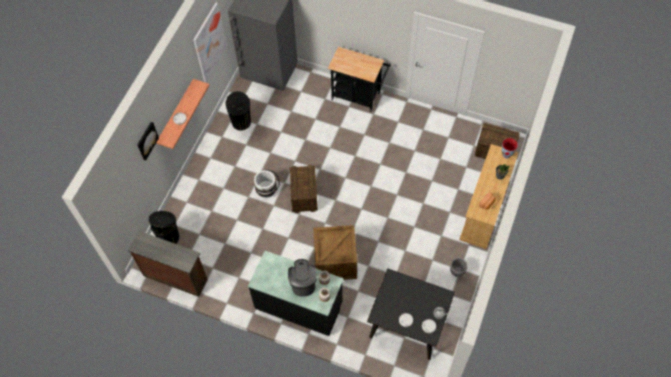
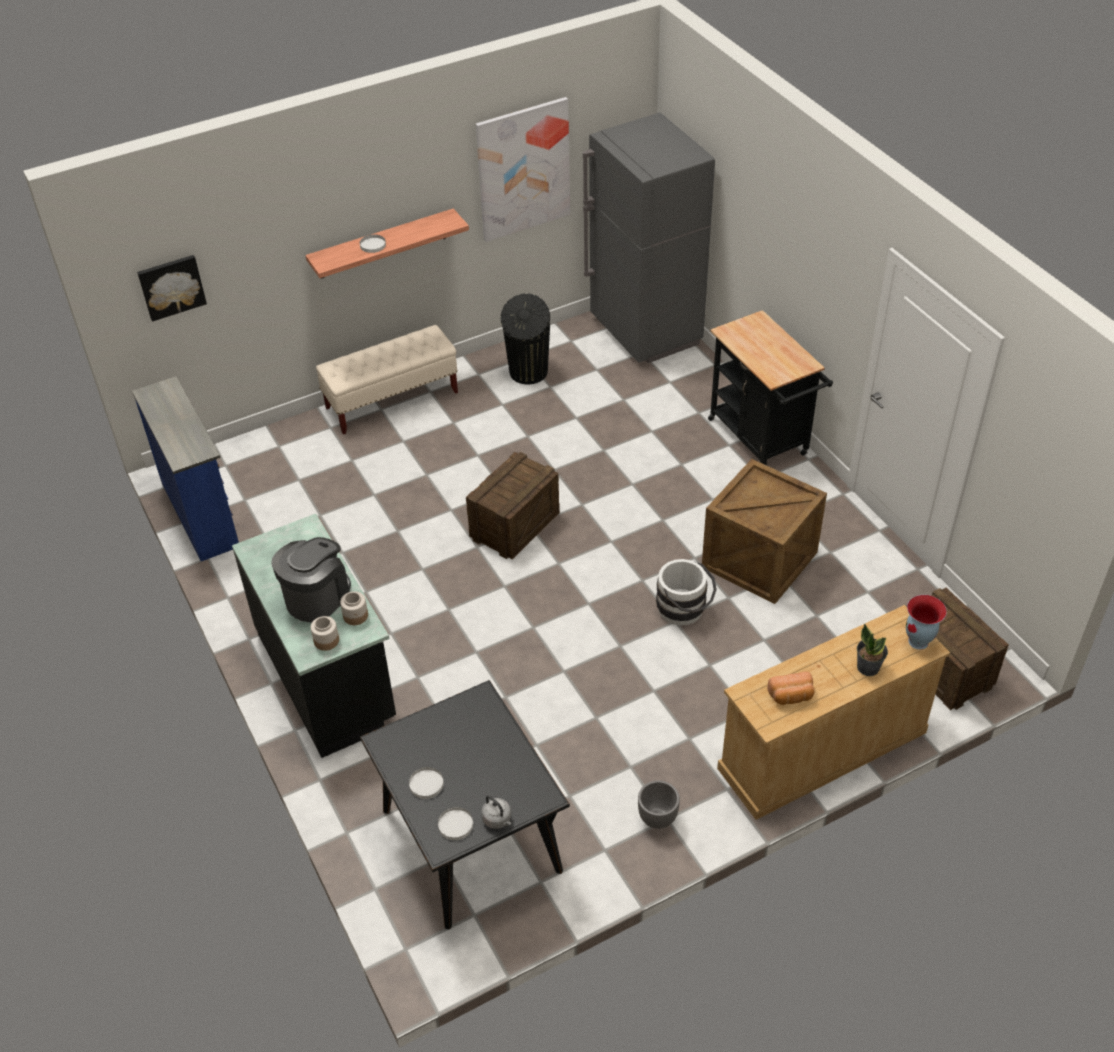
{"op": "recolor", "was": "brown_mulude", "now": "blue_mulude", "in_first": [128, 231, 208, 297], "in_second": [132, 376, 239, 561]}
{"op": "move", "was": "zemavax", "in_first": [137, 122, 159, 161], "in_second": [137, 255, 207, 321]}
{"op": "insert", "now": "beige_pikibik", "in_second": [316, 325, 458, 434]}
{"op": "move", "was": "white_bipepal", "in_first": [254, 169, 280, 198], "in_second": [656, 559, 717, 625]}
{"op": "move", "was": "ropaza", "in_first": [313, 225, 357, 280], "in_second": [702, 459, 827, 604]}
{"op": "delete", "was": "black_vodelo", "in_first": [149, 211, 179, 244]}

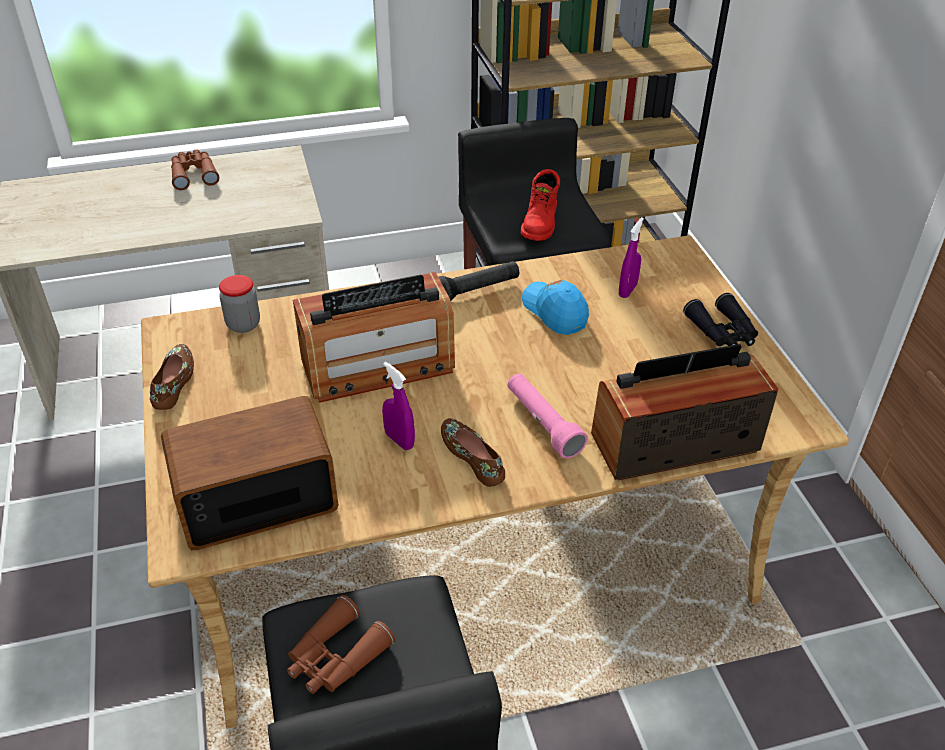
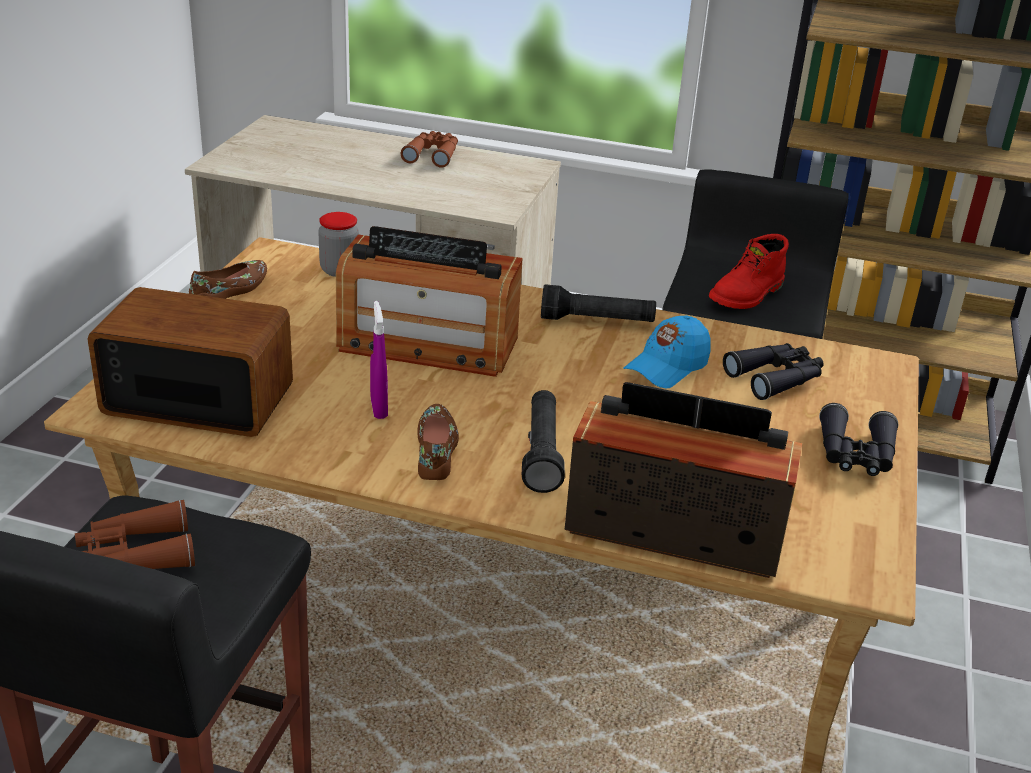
{"op": "recolor", "was": "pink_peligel", "now": "black_peligel", "in_first": [508, 374, 588, 459], "in_second": [522, 390, 565, 493]}
{"op": "rotate", "was": "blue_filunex", "in_first": [522, 280, 589, 335], "in_second": [623, 316, 711, 388], "clockwise": -135}
{"op": "replace", "was": "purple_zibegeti", "now": "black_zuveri", "in_first": [619, 217, 644, 298], "in_second": [723, 343, 824, 400]}

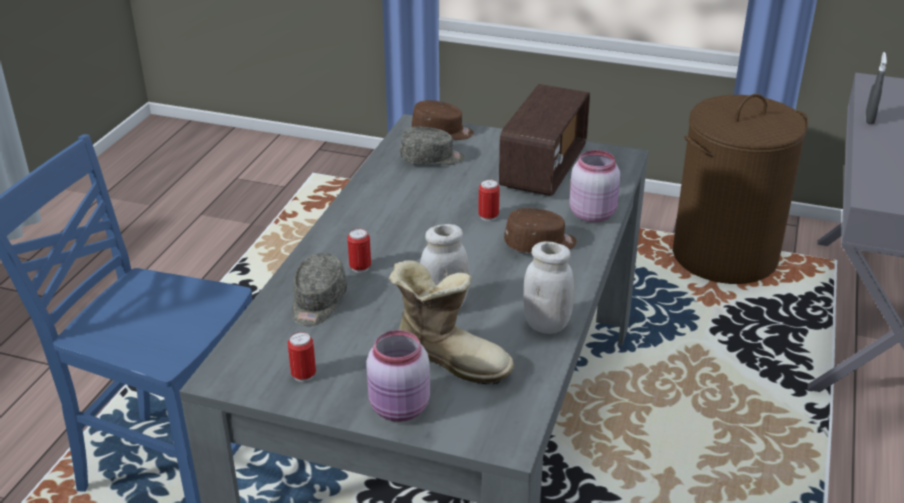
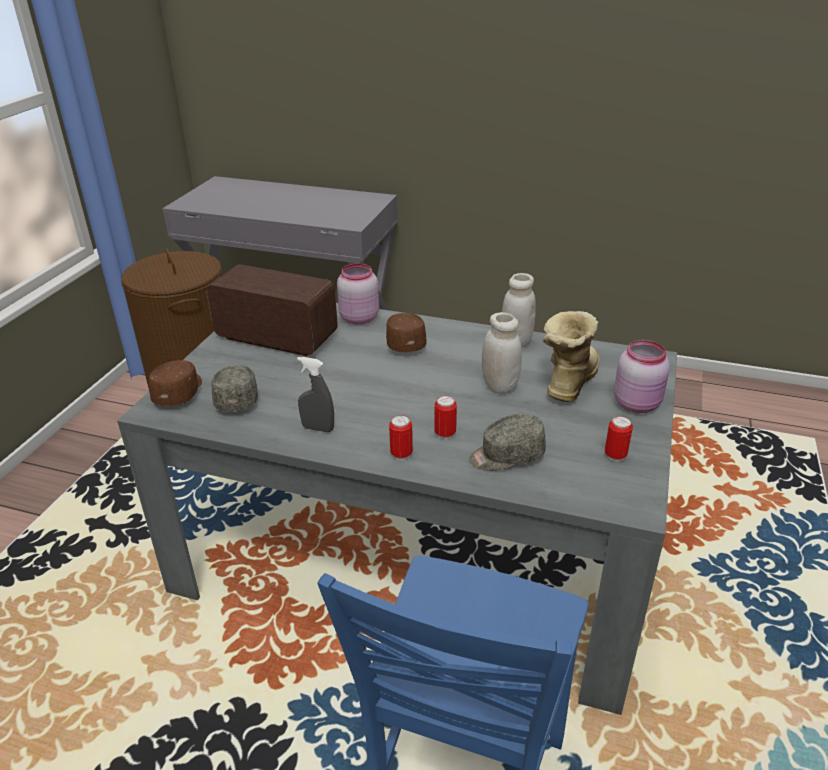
{"op": "move", "was": "grey_zibegeti", "in_first": [865, 52, 887, 124], "in_second": [297, 357, 334, 433]}
{"op": "move", "was": "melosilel", "in_first": [478, 179, 500, 221], "in_second": [389, 415, 413, 460]}
{"op": "rotate", "was": "grey_filunex", "in_first": [292, 253, 347, 326], "in_second": [469, 414, 546, 471], "clockwise": 150}

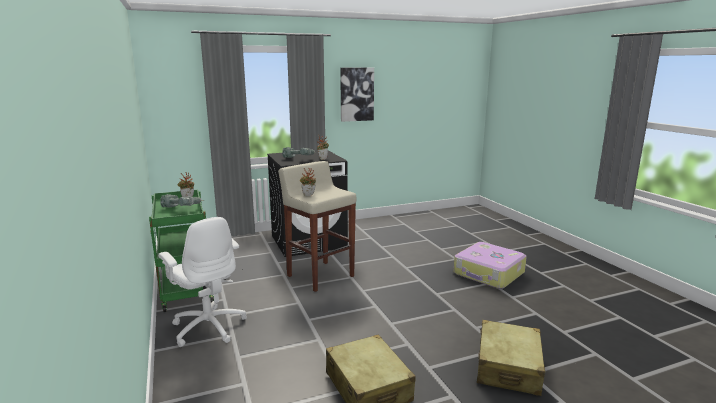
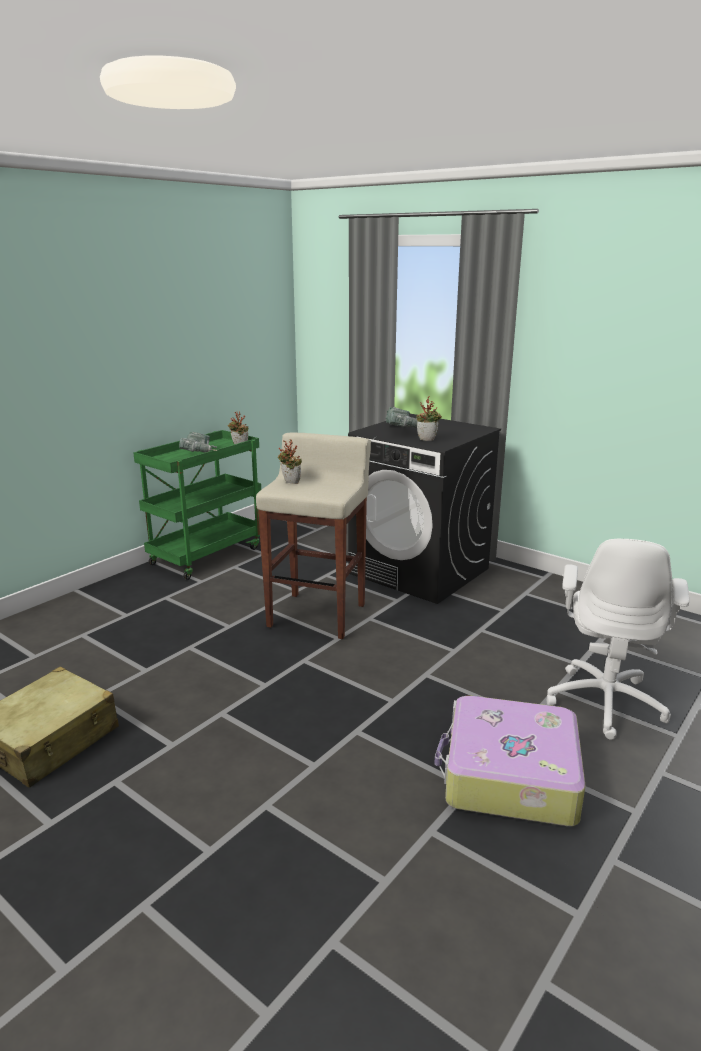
{"op": "move", "was": "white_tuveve", "in_first": [158, 217, 247, 347], "in_second": [546, 539, 689, 740]}
{"op": "delete", "was": "zemavax", "in_first": [340, 68, 374, 122]}
{"op": "delete", "was": "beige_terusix", "in_first": [477, 320, 545, 396]}

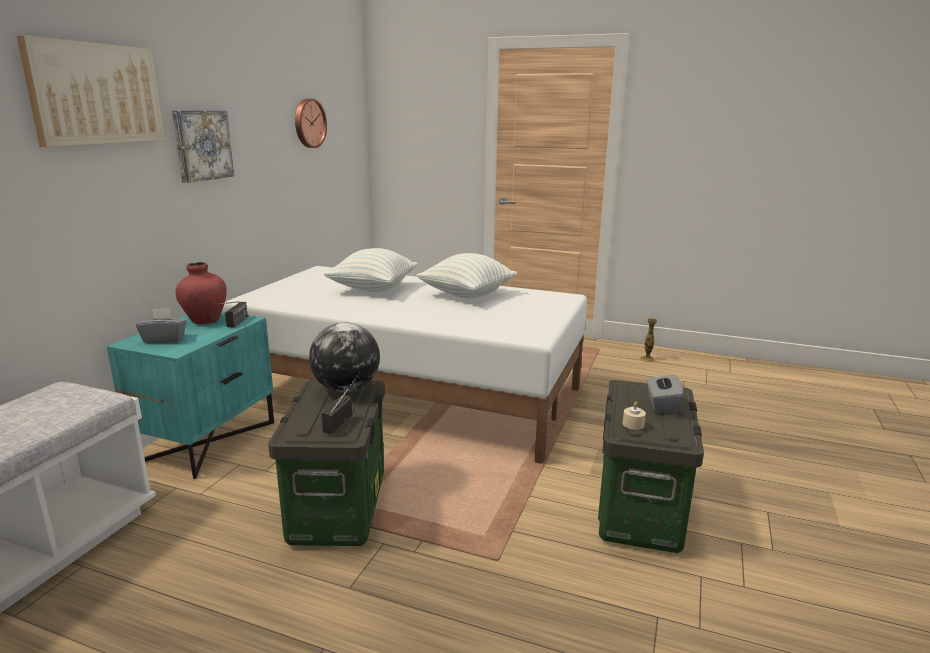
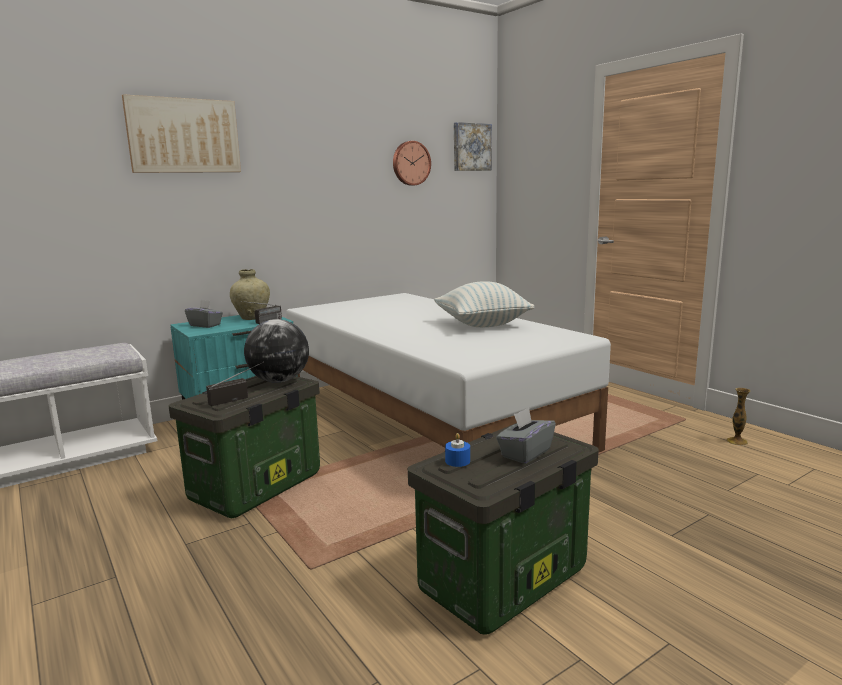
{"op": "recolor", "was": "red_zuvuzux", "now": "beige_zuvuzux", "in_first": [176, 262, 227, 324], "in_second": [230, 269, 270, 320]}
{"op": "recolor", "was": "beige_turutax", "now": "blue_turutax", "in_first": [623, 402, 646, 430], "in_second": [445, 433, 470, 467]}
{"op": "move", "was": "zemavax", "in_first": [172, 110, 234, 183], "in_second": [454, 122, 492, 171]}
{"op": "delete", "was": "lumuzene", "in_first": [324, 248, 418, 292]}

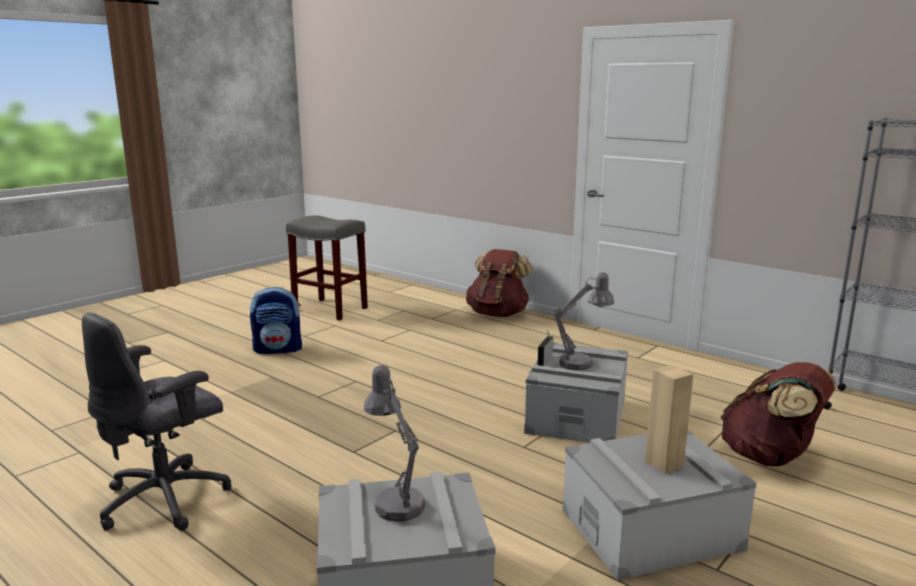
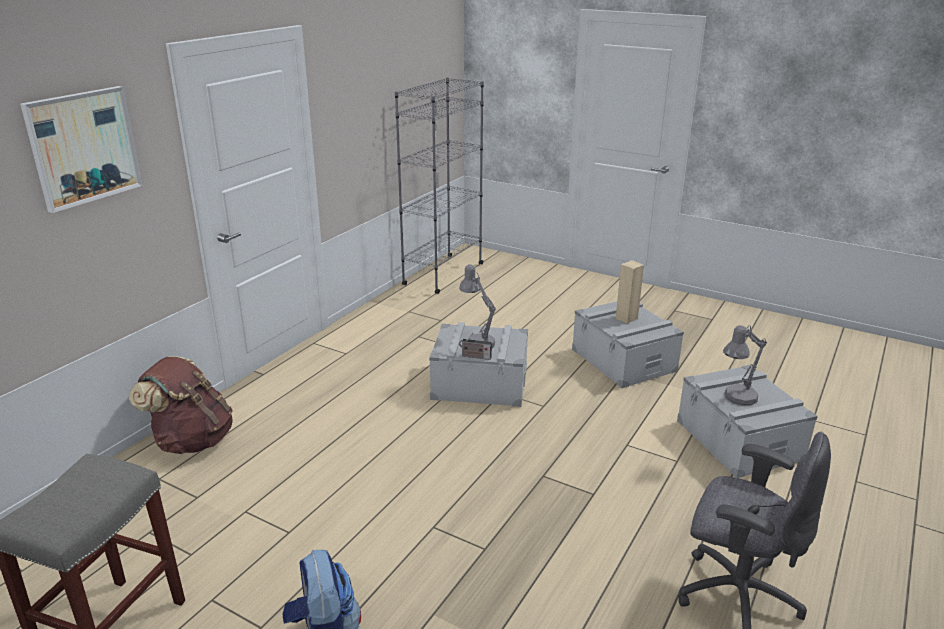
{"op": "insert", "now": "zemavax", "in_second": [20, 86, 142, 213]}
{"op": "delete", "was": "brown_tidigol", "in_first": [721, 362, 835, 466]}

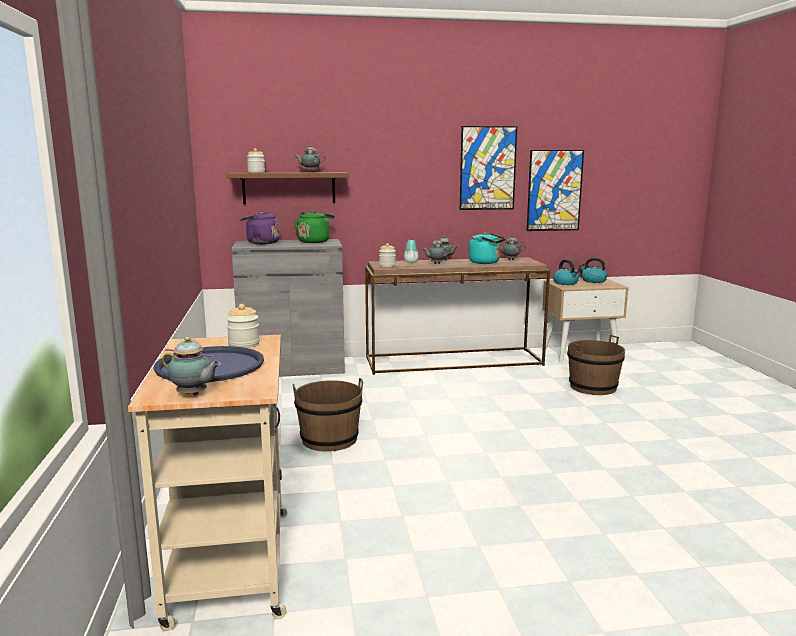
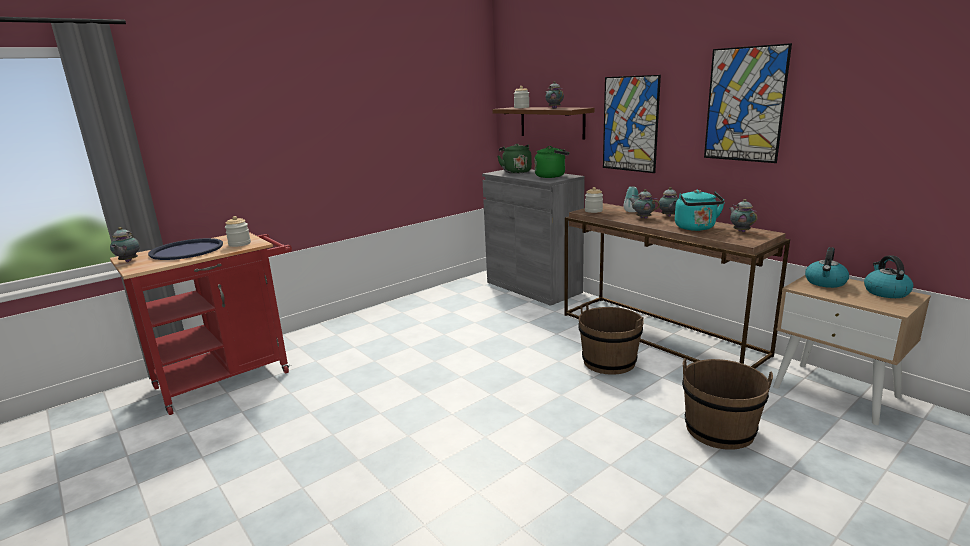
{"op": "recolor", "was": "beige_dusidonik", "now": "red_dusidonik", "in_first": [128, 335, 287, 631], "in_second": [110, 232, 292, 415]}
{"op": "recolor", "was": "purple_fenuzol", "now": "green_fenuzol", "in_first": [240, 211, 280, 244], "in_second": [497, 144, 532, 174]}
{"op": "move", "was": "brown_bipepal", "in_first": [293, 378, 363, 452], "in_second": [578, 302, 644, 374]}
{"op": "move", "was": "zemavax", "in_first": [527, 150, 584, 231], "in_second": [603, 75, 661, 173]}

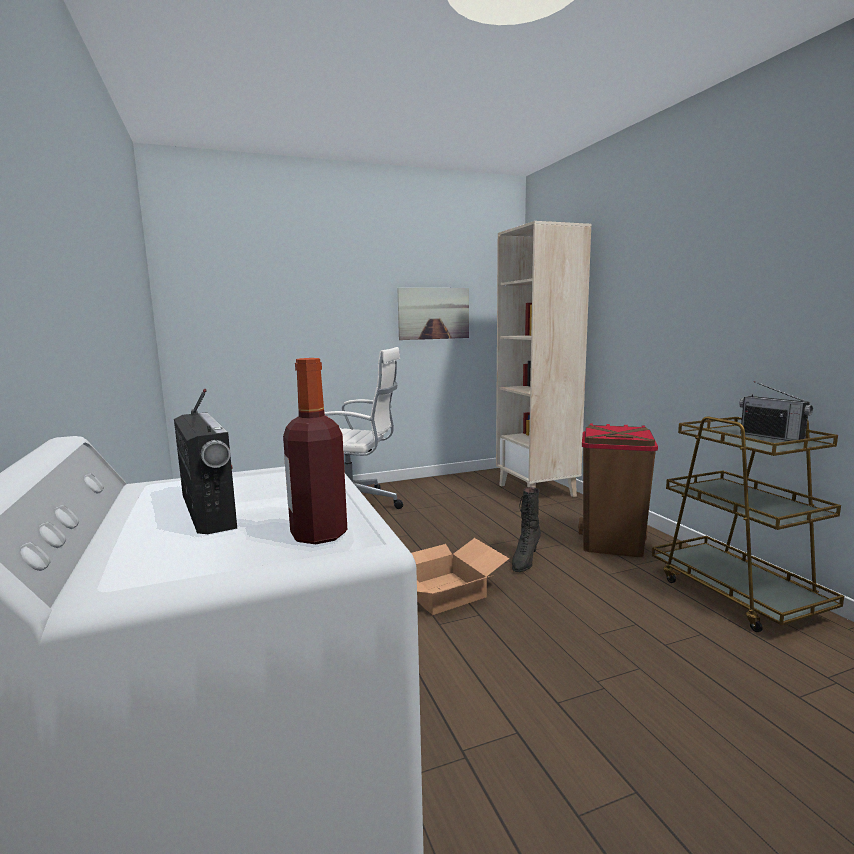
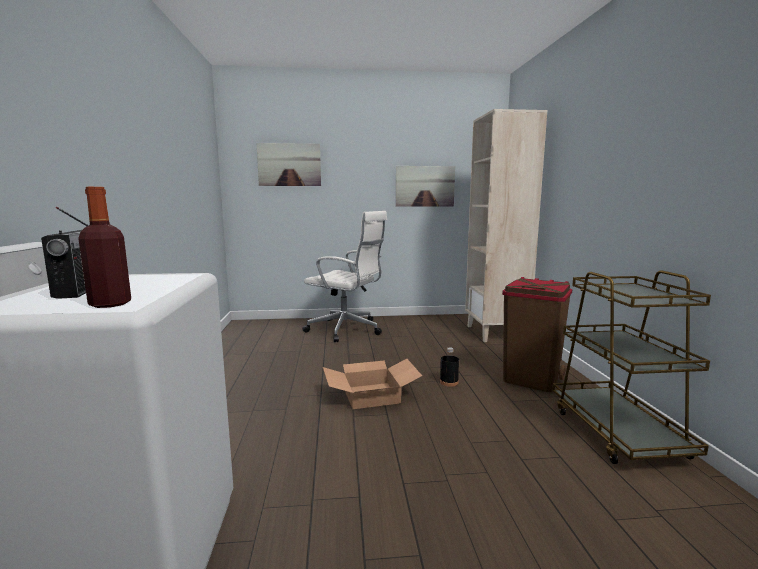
{"op": "insert", "now": "zemavax", "in_second": [257, 143, 321, 186]}
{"op": "replace", "was": "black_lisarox", "now": "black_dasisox", "in_first": [512, 487, 541, 572], "in_second": [440, 347, 459, 387]}
{"op": "delete", "was": "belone", "in_first": [739, 381, 813, 441]}

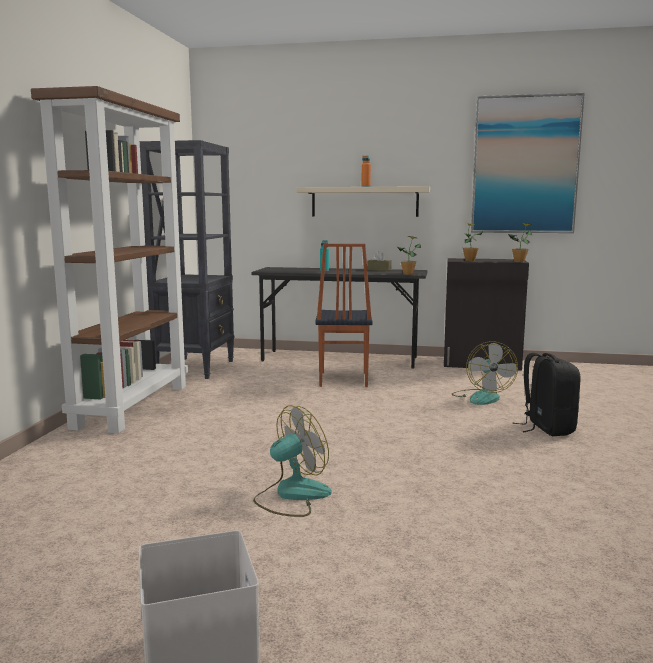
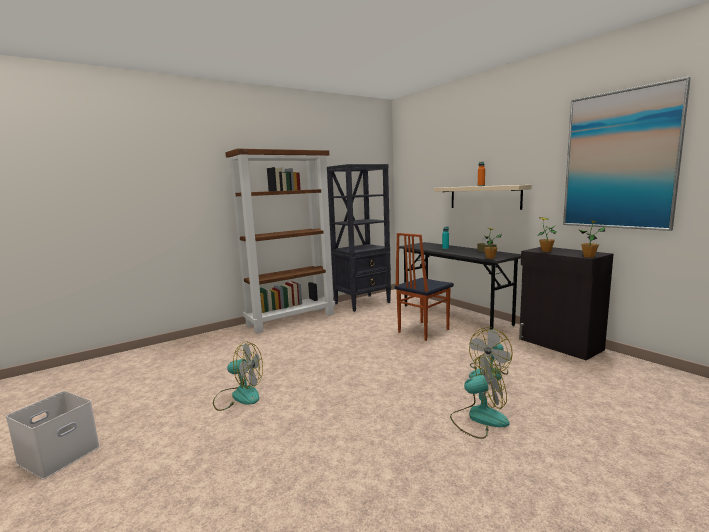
{"op": "replace", "was": "black_tidigol", "now": "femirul", "in_first": [513, 353, 581, 436], "in_second": [450, 355, 510, 439]}

